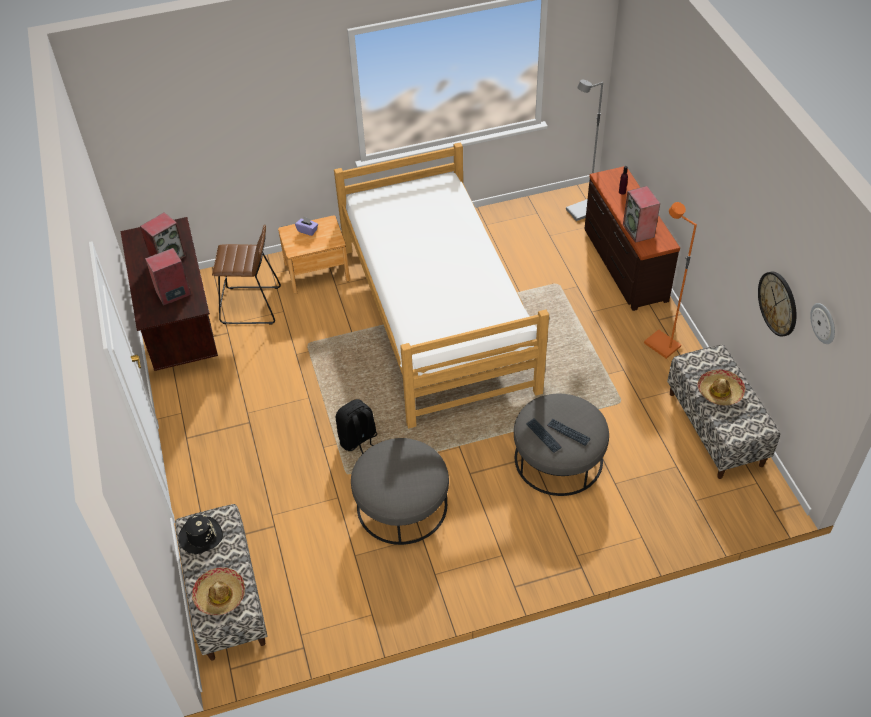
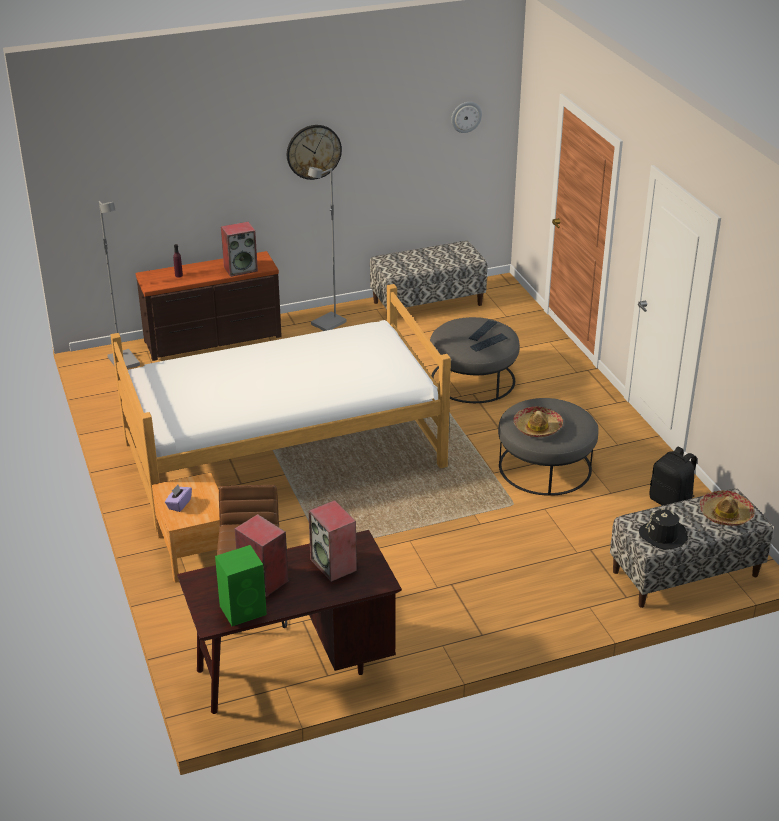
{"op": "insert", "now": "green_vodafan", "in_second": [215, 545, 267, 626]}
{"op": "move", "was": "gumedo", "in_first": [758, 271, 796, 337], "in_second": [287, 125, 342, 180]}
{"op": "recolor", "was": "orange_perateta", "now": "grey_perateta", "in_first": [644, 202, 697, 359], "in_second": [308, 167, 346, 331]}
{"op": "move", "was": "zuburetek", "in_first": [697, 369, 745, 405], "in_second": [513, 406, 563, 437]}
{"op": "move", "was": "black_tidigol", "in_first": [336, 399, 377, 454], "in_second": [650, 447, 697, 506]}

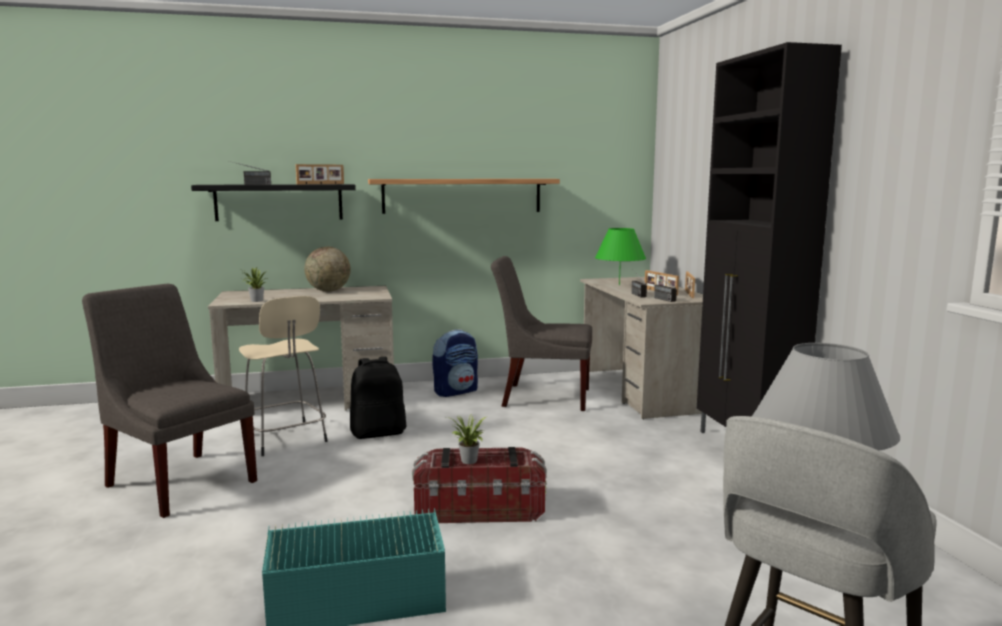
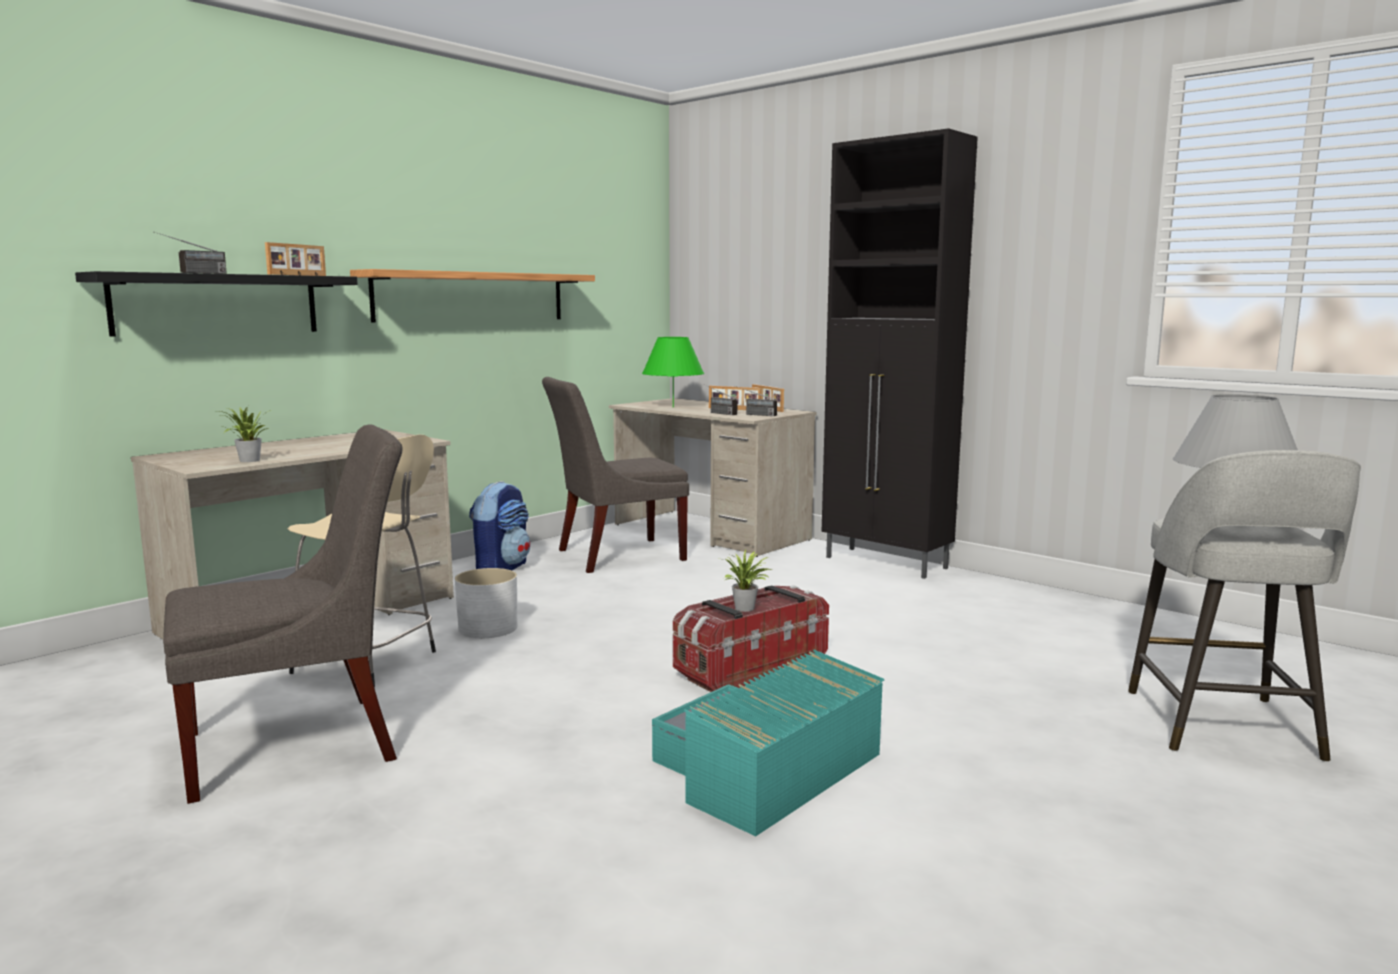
{"op": "rotate", "was": "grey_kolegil", "in_first": [82, 284, 257, 518], "in_second": [163, 425, 403, 804], "clockwise": 150}
{"op": "replace", "was": "black_tidigol", "now": "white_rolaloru", "in_first": [350, 357, 407, 439], "in_second": [455, 568, 517, 638]}
{"op": "delete", "was": "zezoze", "in_first": [304, 247, 351, 291]}

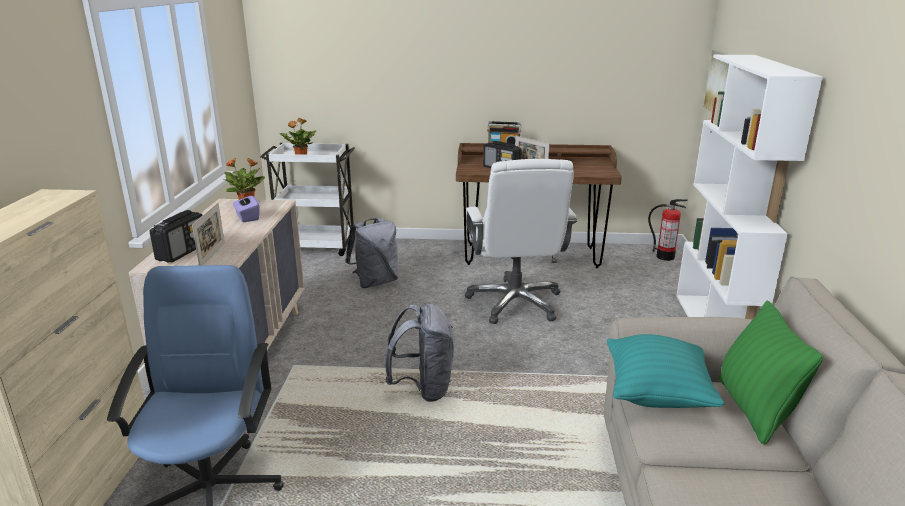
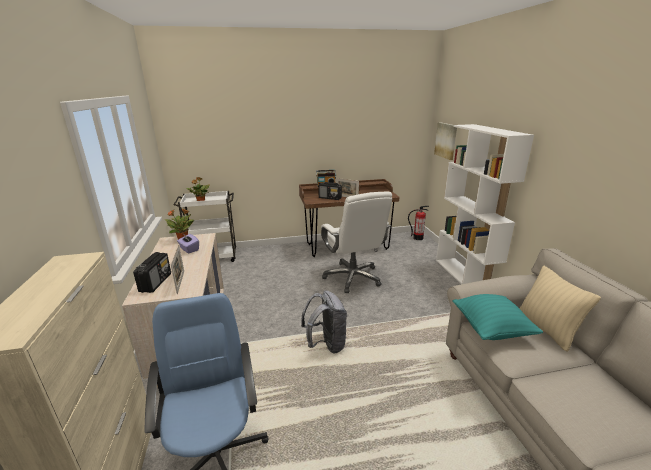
{"op": "recolor", "was": "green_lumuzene", "now": "beige_lumuzene", "in_first": [718, 300, 823, 445], "in_second": [519, 265, 601, 352]}
{"op": "delete", "was": "grey_tidigol", "in_first": [345, 218, 398, 288]}

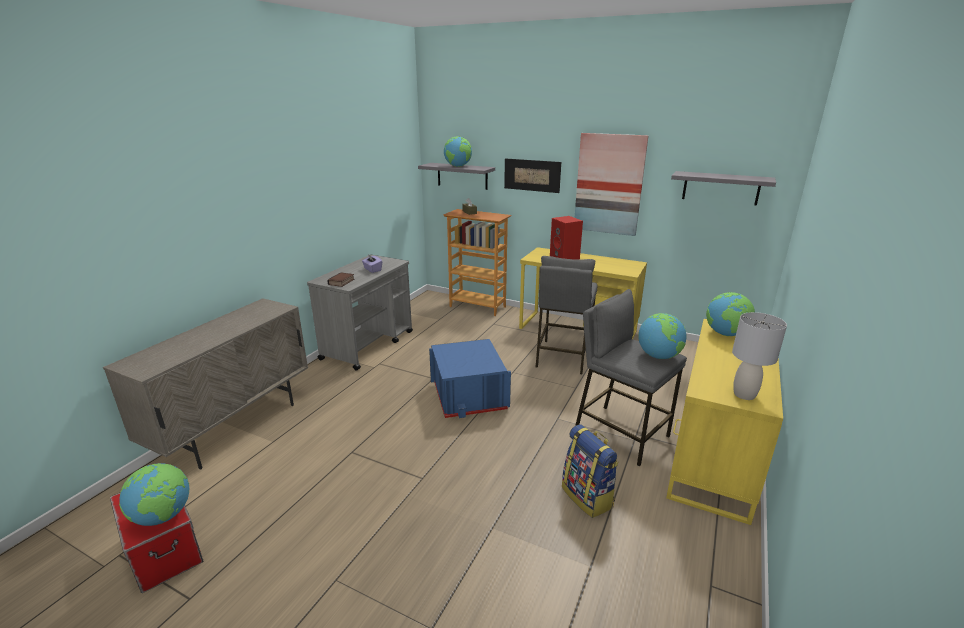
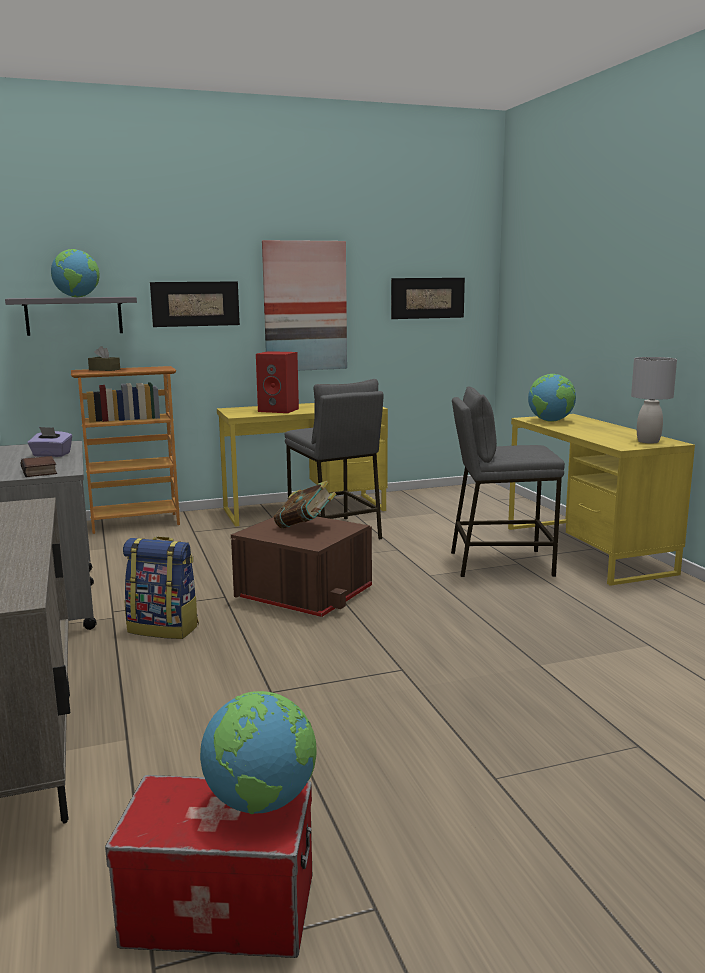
{"op": "move", "was": "tidigol", "in_first": [562, 424, 619, 518], "in_second": [123, 536, 199, 639]}
{"op": "recolor", "was": "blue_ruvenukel", "now": "brown_ruvenukel", "in_first": [429, 339, 511, 418], "in_second": [231, 516, 372, 617]}
{"op": "insert", "now": "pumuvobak", "in_second": [274, 481, 336, 528]}
{"op": "replace", "was": "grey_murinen", "now": "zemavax", "in_first": [671, 171, 776, 205], "in_second": [391, 278, 465, 319]}
{"op": "delete", "was": "zezoze", "in_first": [638, 313, 686, 359]}

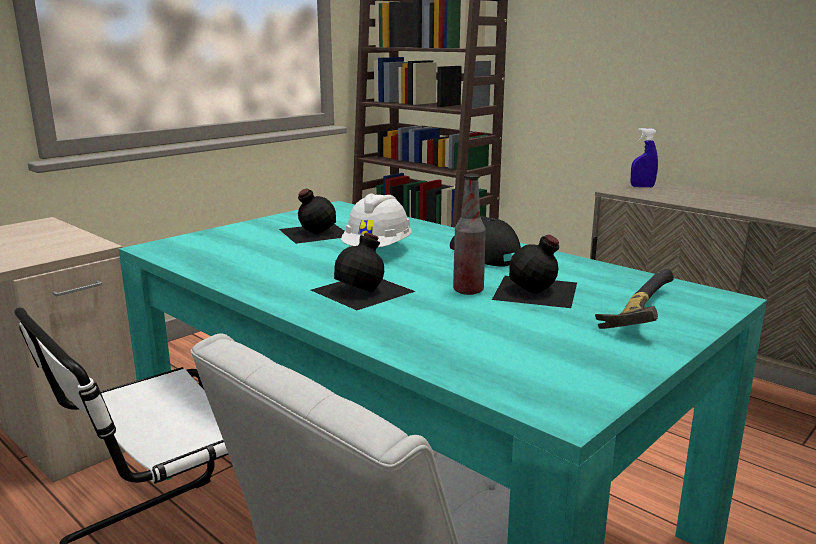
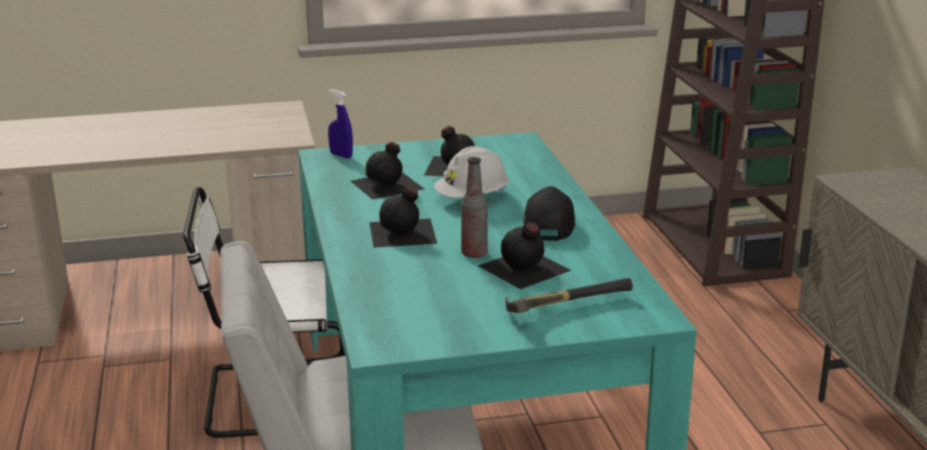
{"op": "move", "was": "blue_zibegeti", "in_first": [631, 128, 658, 187], "in_second": [328, 89, 353, 158]}
{"op": "insert", "now": "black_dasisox", "in_second": [351, 142, 424, 200]}

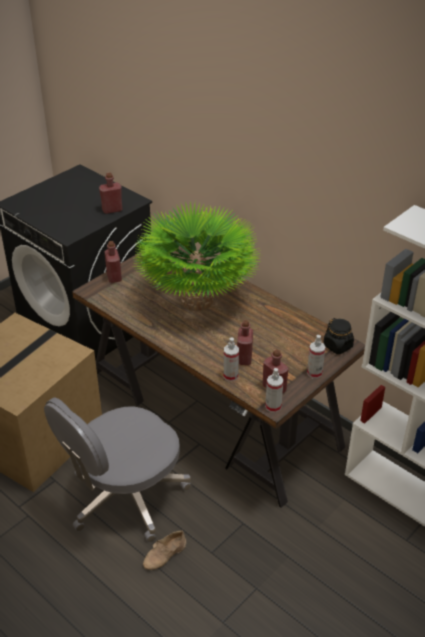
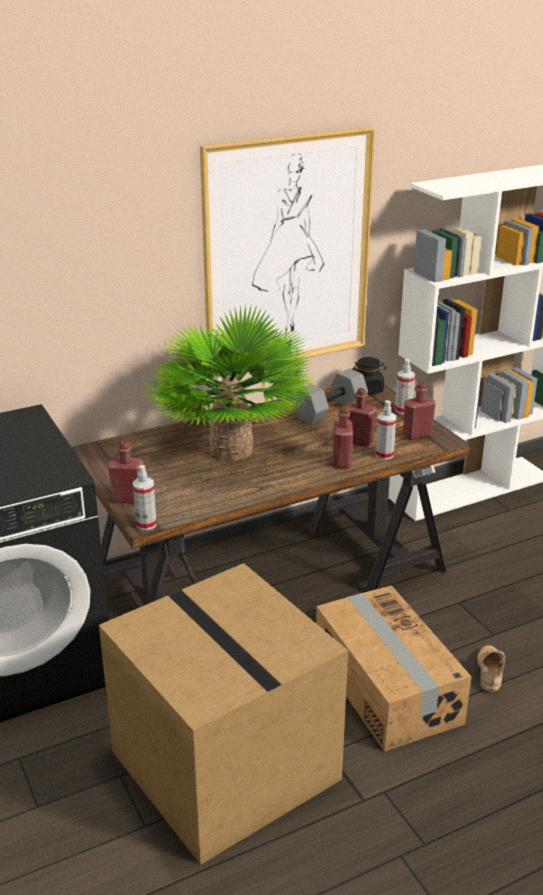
{"op": "move", "was": "zibegeti", "in_first": [265, 368, 283, 413], "in_second": [133, 465, 157, 530]}
{"op": "insert", "now": "zemavax", "in_second": [200, 127, 375, 378]}
{"op": "insert", "now": "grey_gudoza", "in_second": [291, 368, 368, 425]}
{"op": "replace", "was": "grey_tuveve", "now": "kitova", "in_first": [44, 397, 192, 542], "in_second": [316, 585, 472, 752]}
{"op": "move", "was": "red_dasisox", "in_first": [99, 173, 122, 214], "in_second": [333, 406, 353, 468]}
{"op": "rotate", "was": "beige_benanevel", "in_first": [143, 530, 186, 570], "in_second": [478, 645, 505, 692], "clockwise": -150}

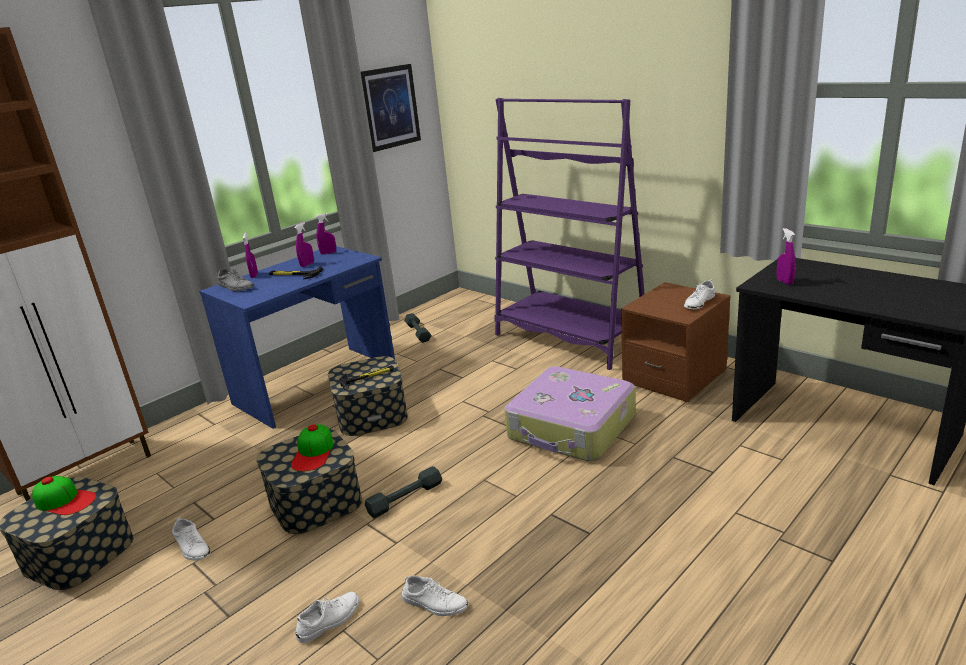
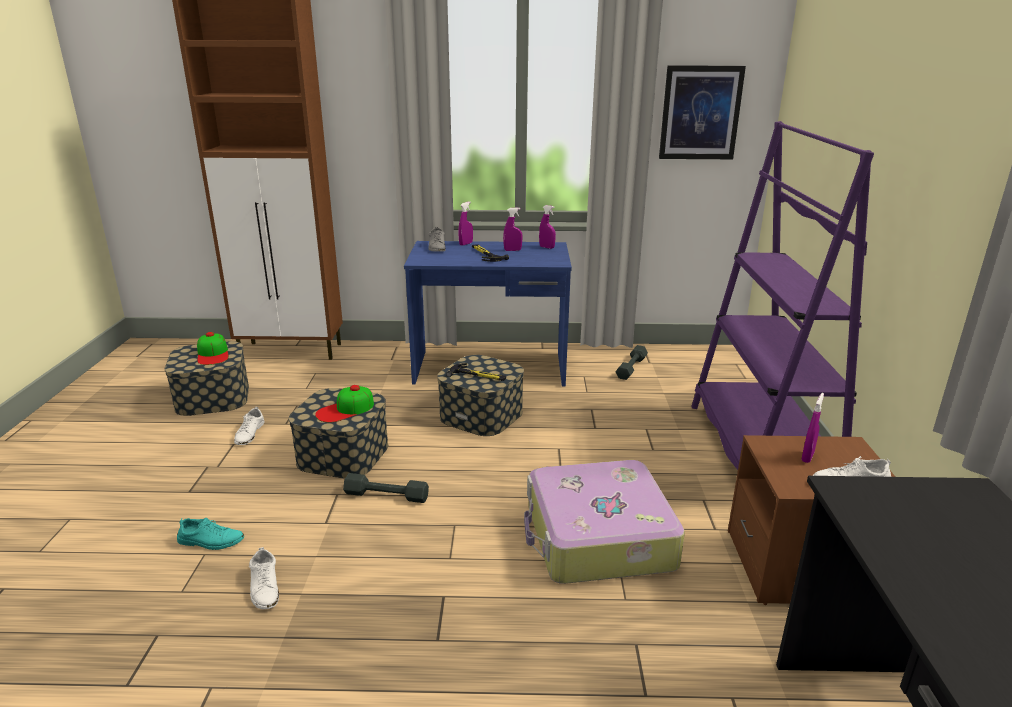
{"op": "recolor", "was": "white_benanevel", "now": "turquoise_benanevel", "in_first": [296, 592, 359, 643], "in_second": [177, 518, 244, 550]}
{"op": "move", "was": "purple_zibegeti", "in_first": [776, 228, 796, 285], "in_second": [801, 393, 824, 463]}

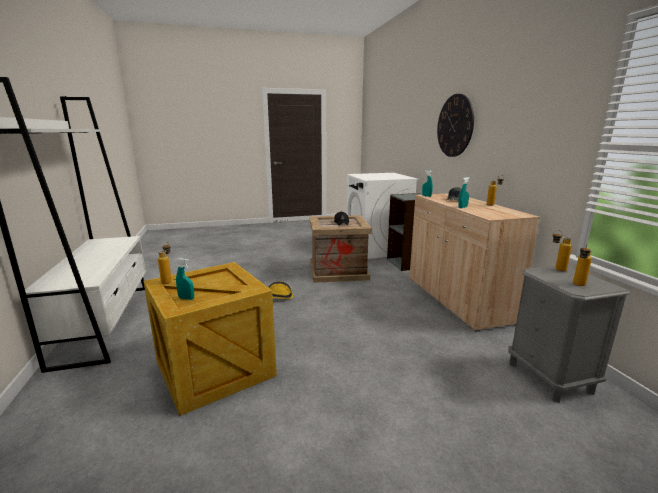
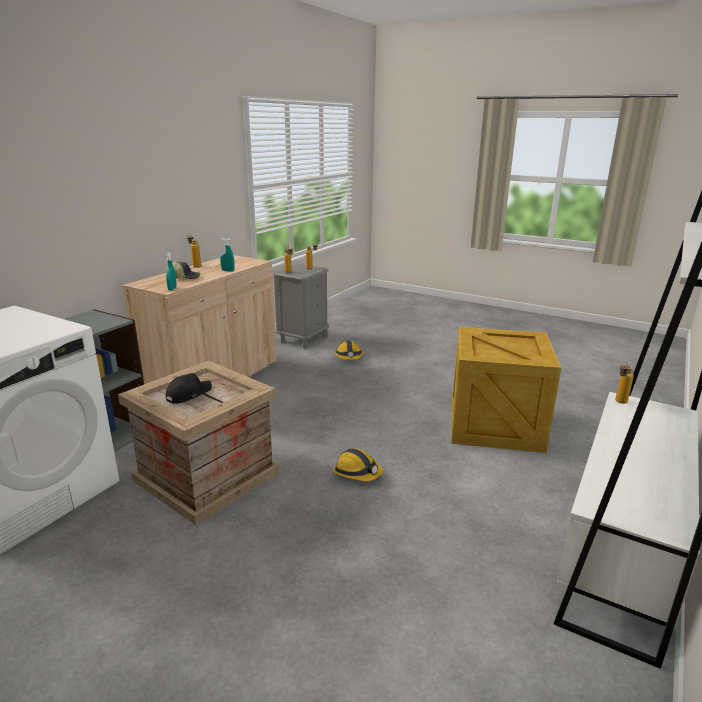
{"op": "insert", "now": "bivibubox", "in_second": [334, 341, 363, 360]}
{"op": "move", "was": "dasisox", "in_first": [158, 241, 172, 284], "in_second": [615, 362, 634, 404]}
{"op": "delete", "was": "turquoise_zibegeti", "in_first": [176, 258, 194, 300]}
{"op": "delete", "was": "gumedo", "in_first": [437, 94, 474, 157]}

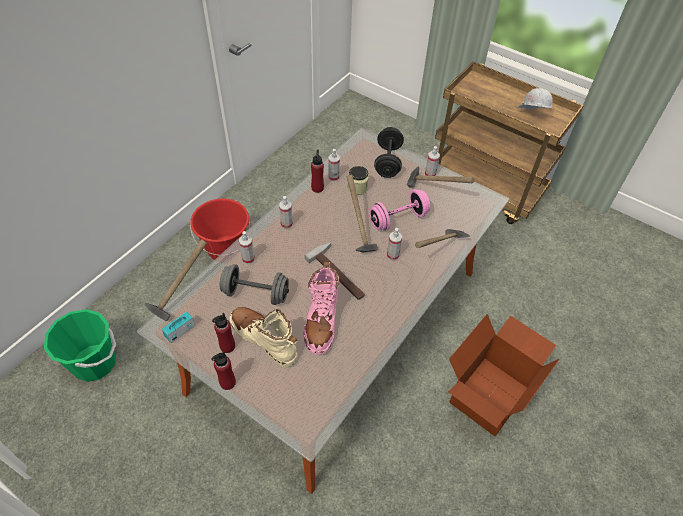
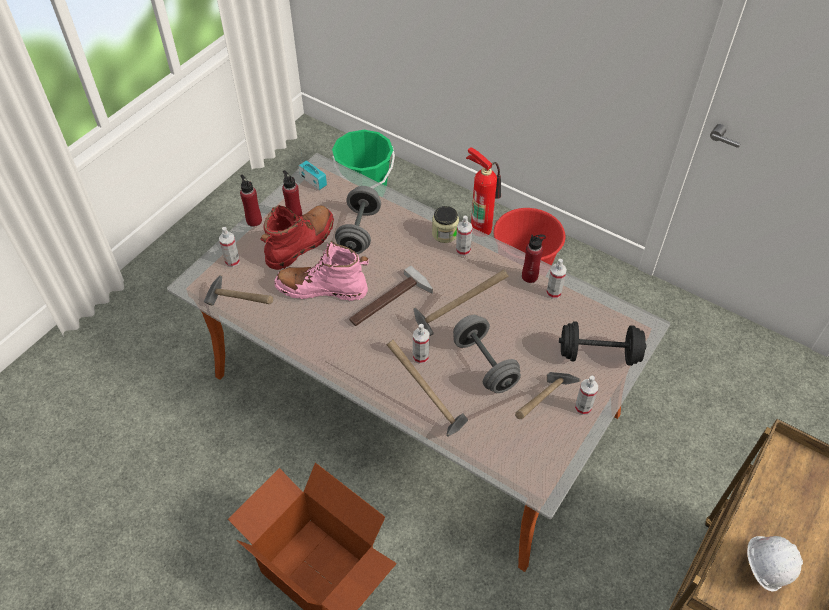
{"op": "move", "was": "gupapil", "in_first": [144, 239, 207, 321], "in_second": [204, 275, 273, 306]}
{"op": "move", "was": "zibegeti", "in_first": [239, 231, 255, 264], "in_second": [219, 227, 240, 267]}
{"op": "recolor", "was": "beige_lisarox", "now": "red_lisarox", "in_first": [229, 307, 298, 367], "in_second": [260, 205, 334, 270]}
{"op": "move", "was": "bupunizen", "in_first": [348, 166, 369, 195], "in_second": [432, 206, 459, 243]}
{"op": "recolor", "was": "pink_gudoza", "now": "grey_gudoza", "in_first": [369, 189, 430, 231], "in_second": [453, 315, 521, 393]}
{"op": "insert", "now": "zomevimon", "in_second": [466, 147, 501, 235]}

